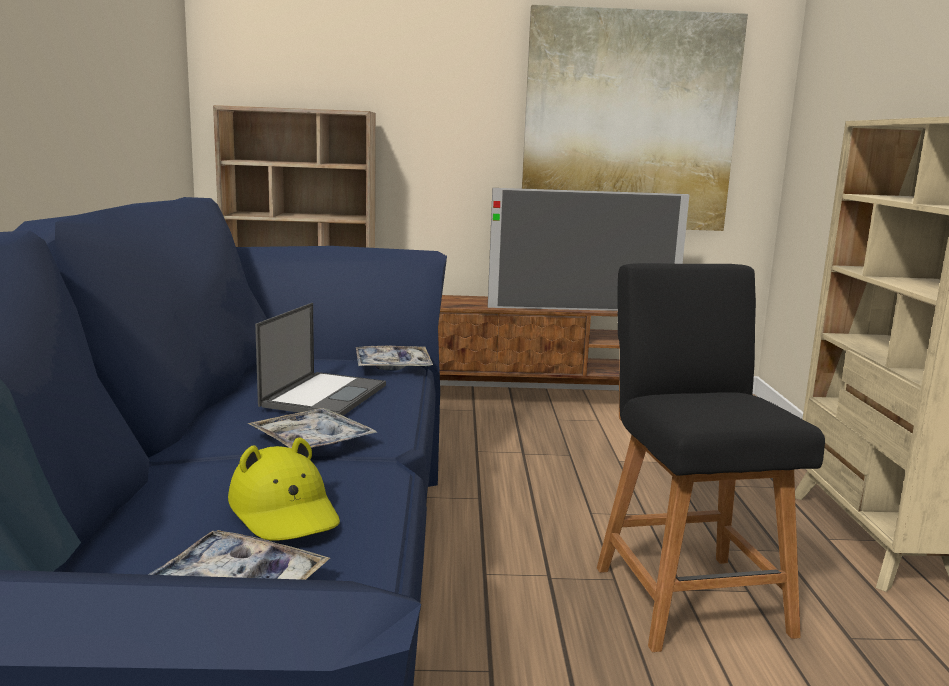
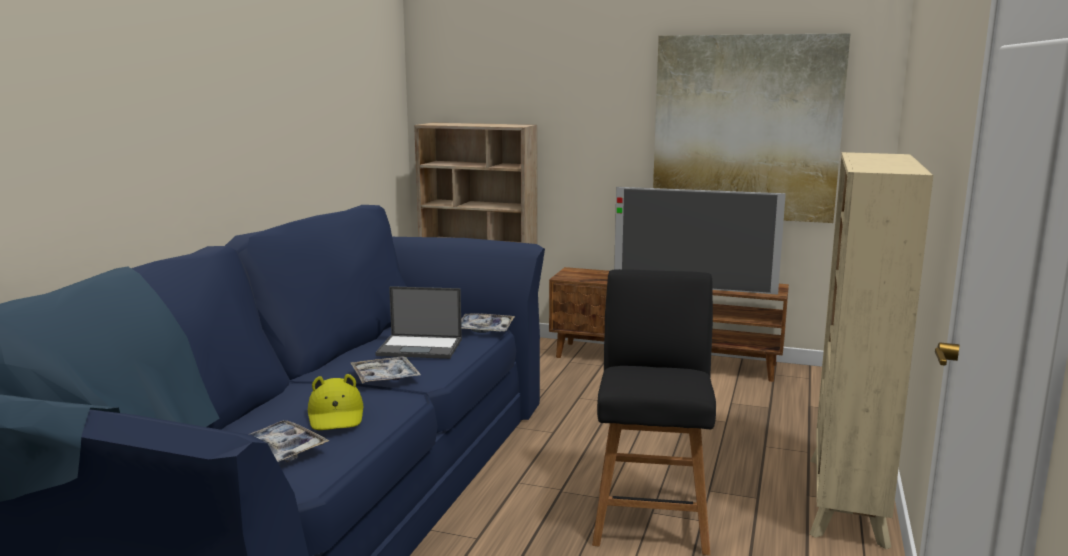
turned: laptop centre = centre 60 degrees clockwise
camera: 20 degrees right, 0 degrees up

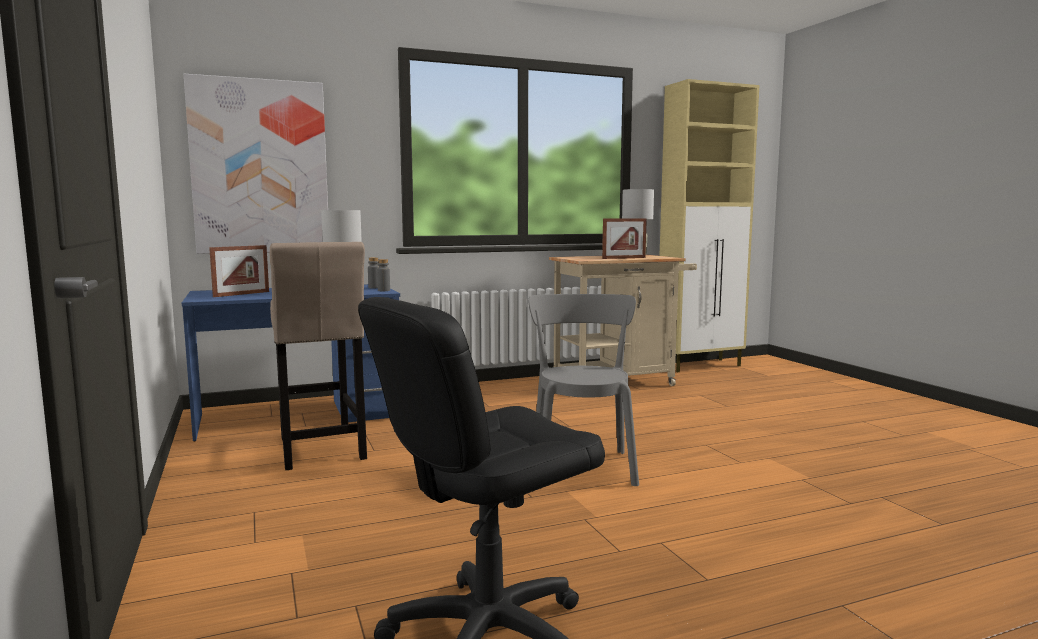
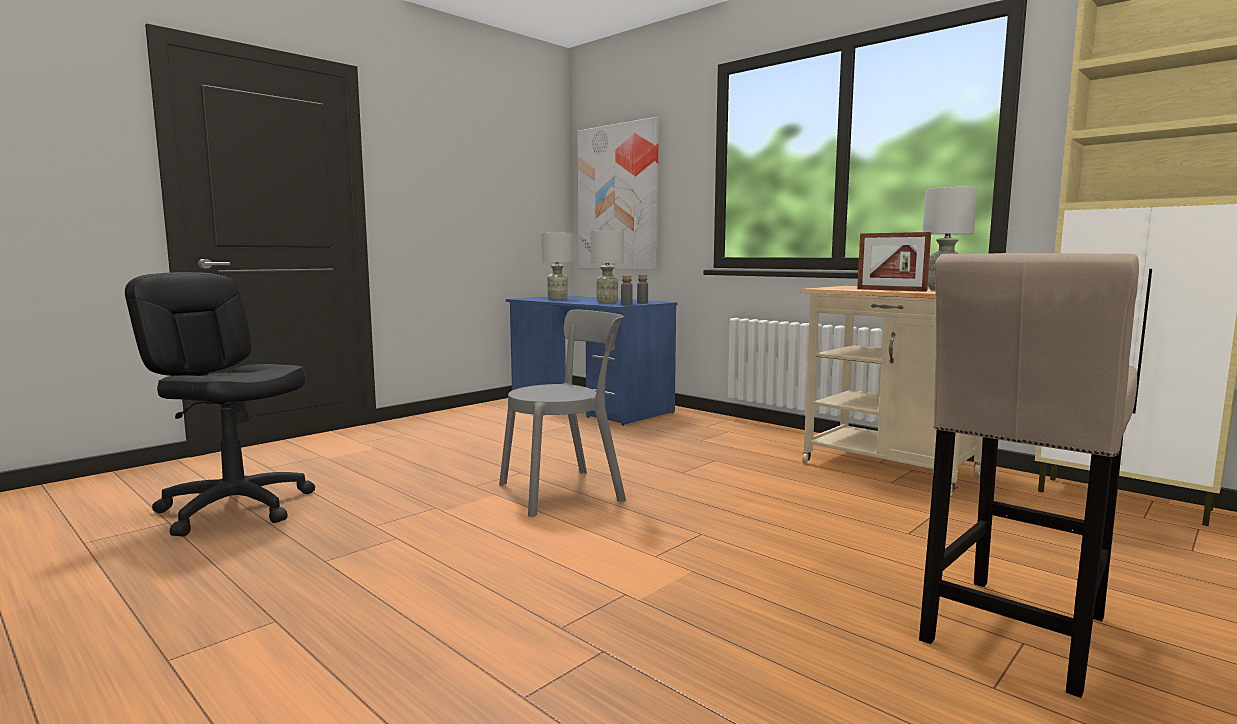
moved: beige sitting stool middle left to middle right
replaced: standing frame (1st from left) middle left to greyish tabletop lamp (1st from left) centre
camera: 65 degrees right, 0 degrees up

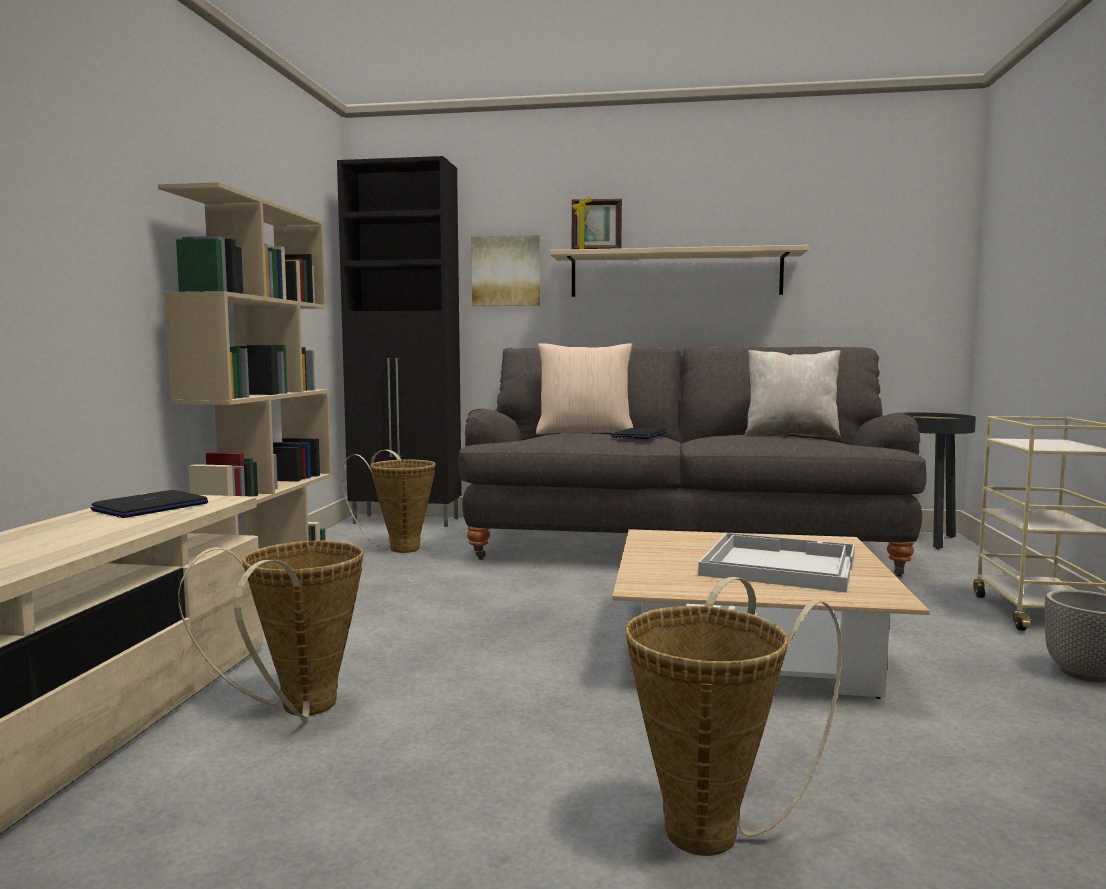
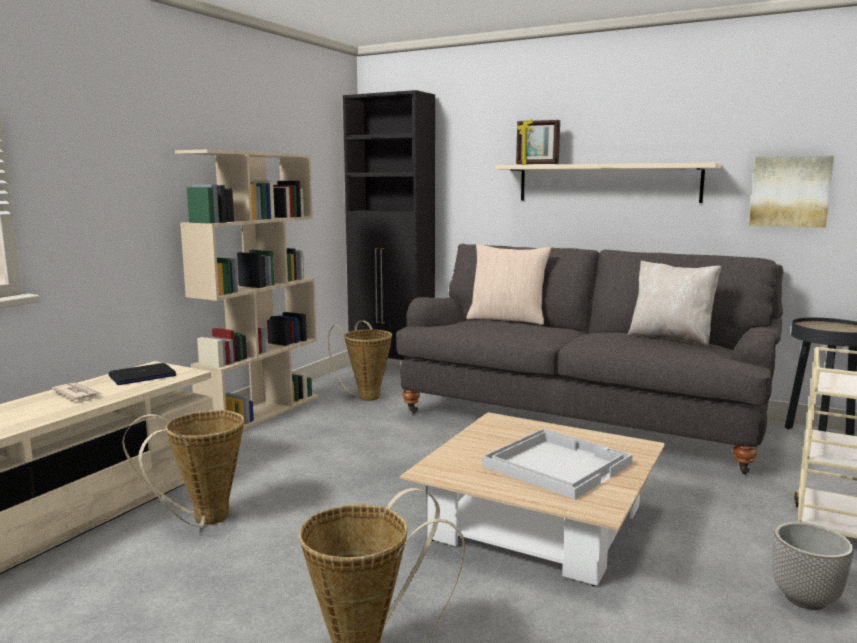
removed: laptop (2nd from left) centre
added: printed paper middle left
moved: picture top centre to top right
camera: 20 degrees right, 5 degrees up

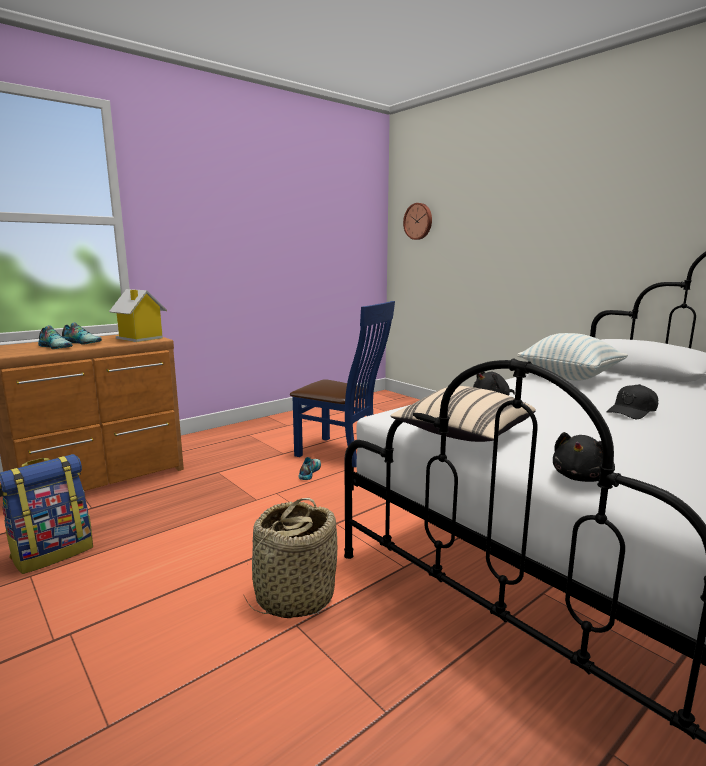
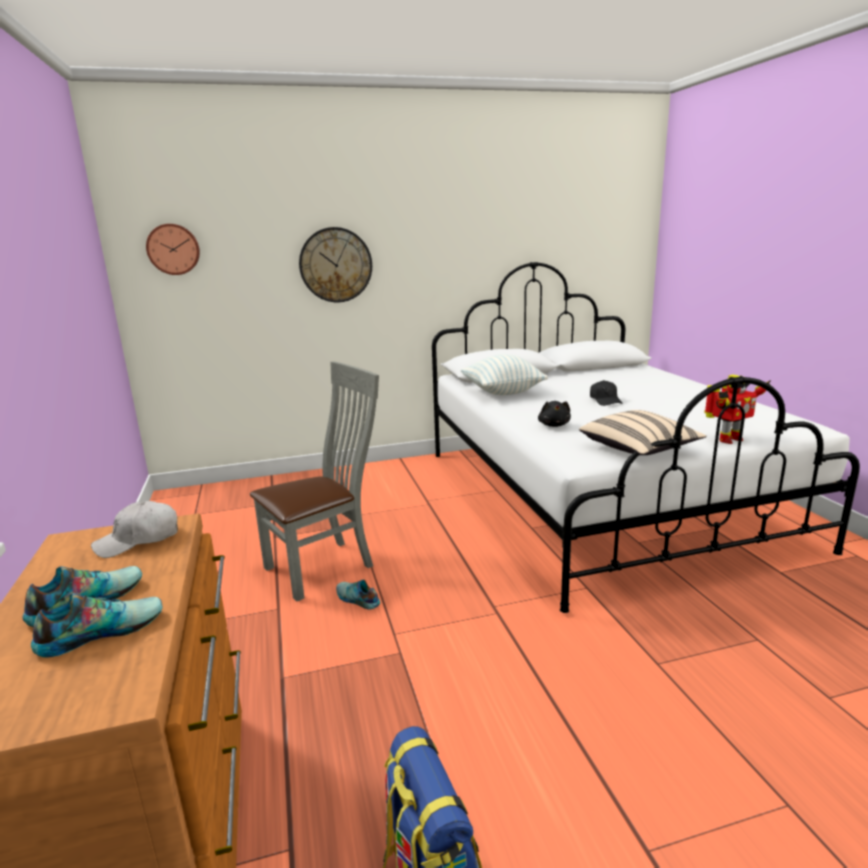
removed: household basket bottom centre
added: clock on the wall (2nd from left) top centre
replaced: model house middle left to whitish cap middle left; blackish cuddly toy (2nd from left) middle right to model robot middle right
recoloured: bluish chair centre to greyish chair centre
camera: 65 degrees left, 5 degrees up

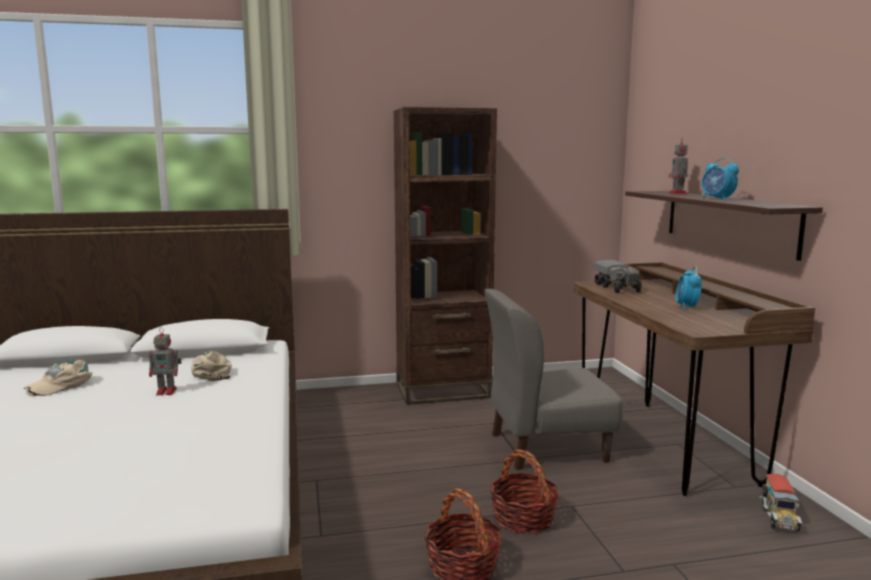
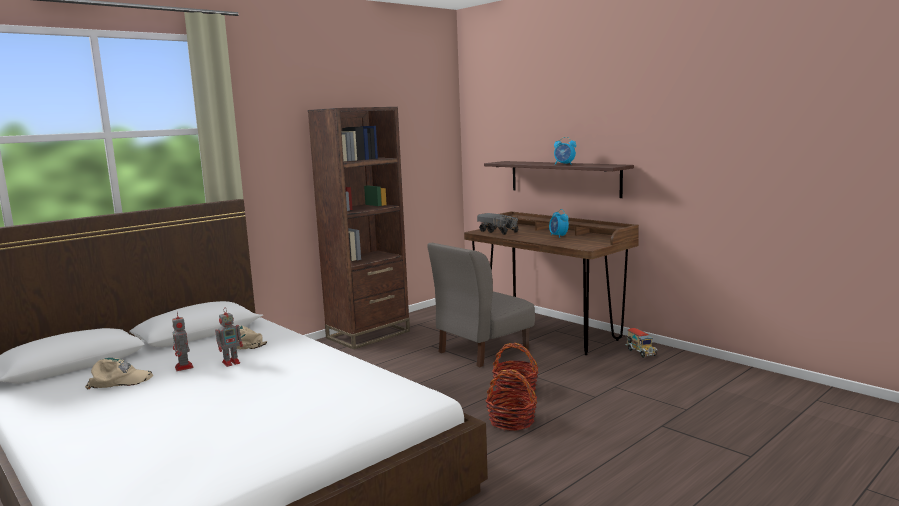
moved: model robot (2nd from left in the first image) top right to model robot (1st from left) bottom left
turned: beige cap (1st from left) middle left = bottom left 105 degrees counterclockwise
camera: 30 degrees left, 0 degrees up

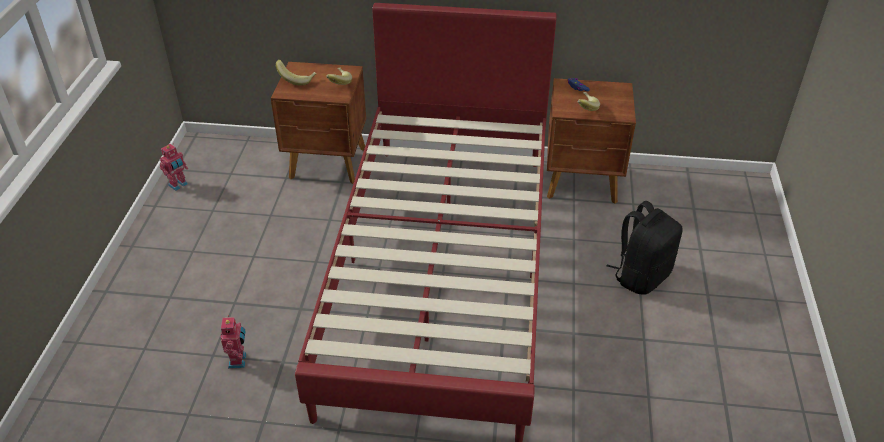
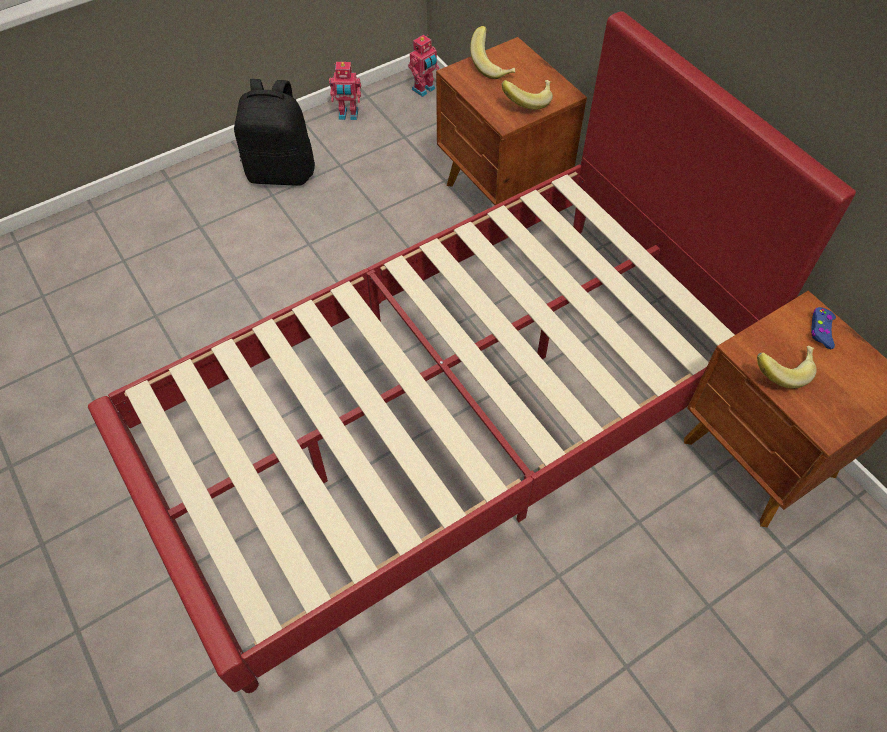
moved: blackish backpack middle right to top left; model robot (2nd from left) bottom left to top centre
camera: 50 degrees right, 15 degrees up

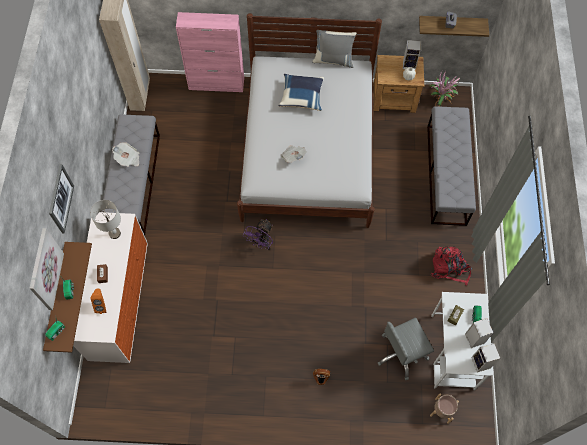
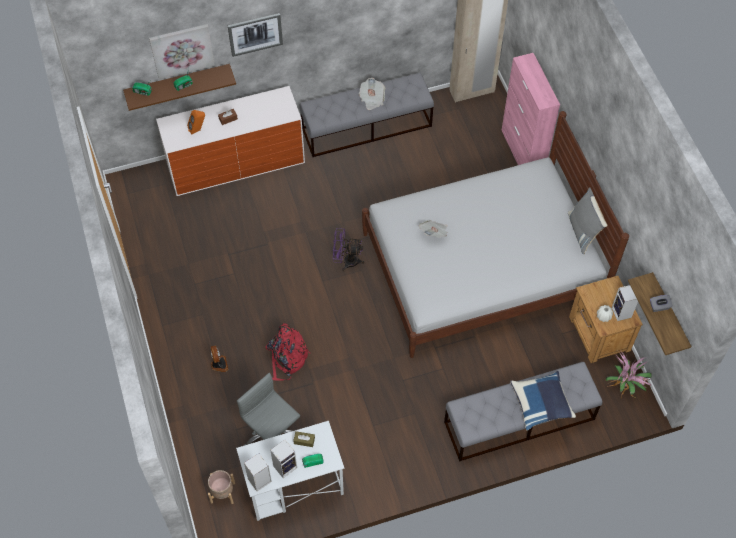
removed: greyish tabletop lamp middle left
moved: red backpack middle right to centre; bluish cushion top centre to bottom right
camera: 70 degrees right, 5 degrees down

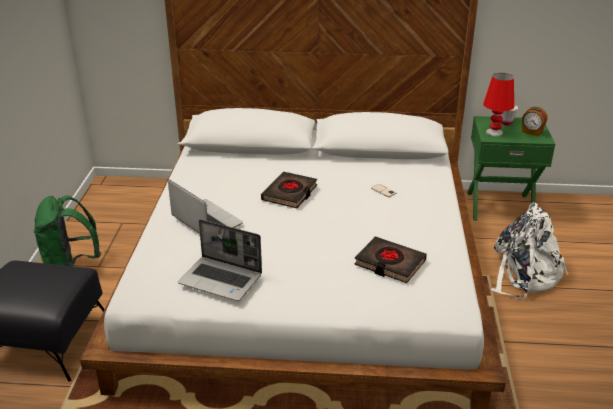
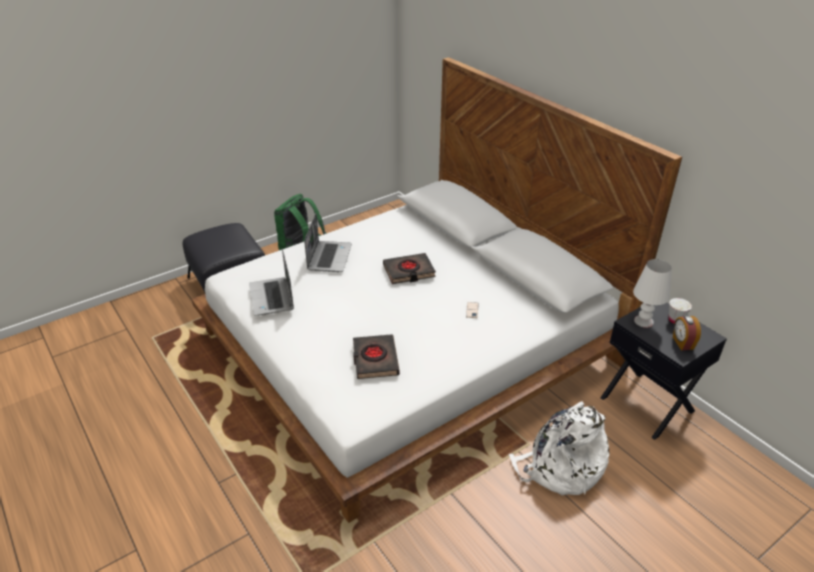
recoloured: greenish night table middle right to blackish night table middle right; red tabletop lamp top right to whitish tabletop lamp middle right
camera: 50 degrees right, 5 degrees up

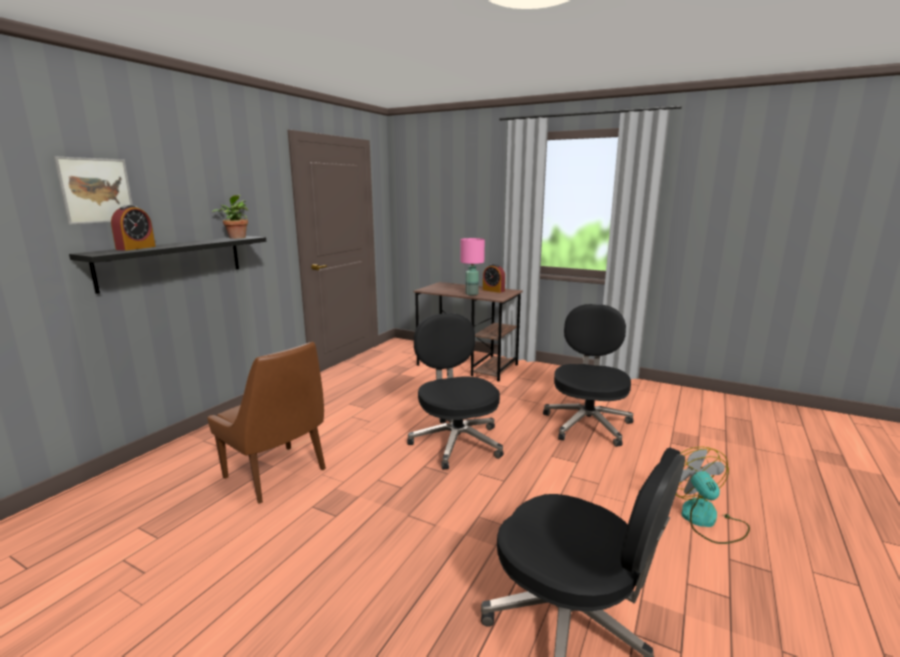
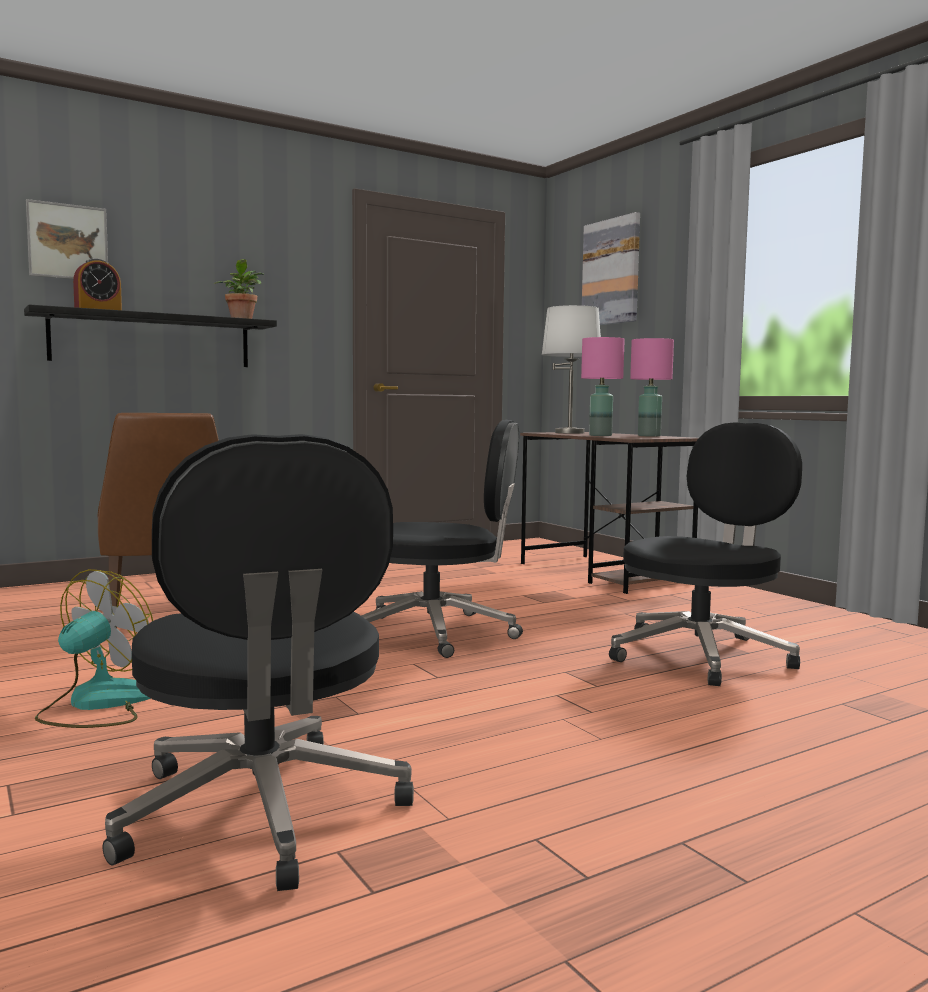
added: whitish tabletop lamp centre; picture (2nd from left) top centre
moved: electric fan bottom right to middle left
replaced: table clock (2nd from left) centre to pink tabletop lamp (2nd from left) middle right
turned: blackish computer chair (1st from left in the first image) centre = centre 90 degrees clockwise
camera: 30 degrees right, 10 degrees down

